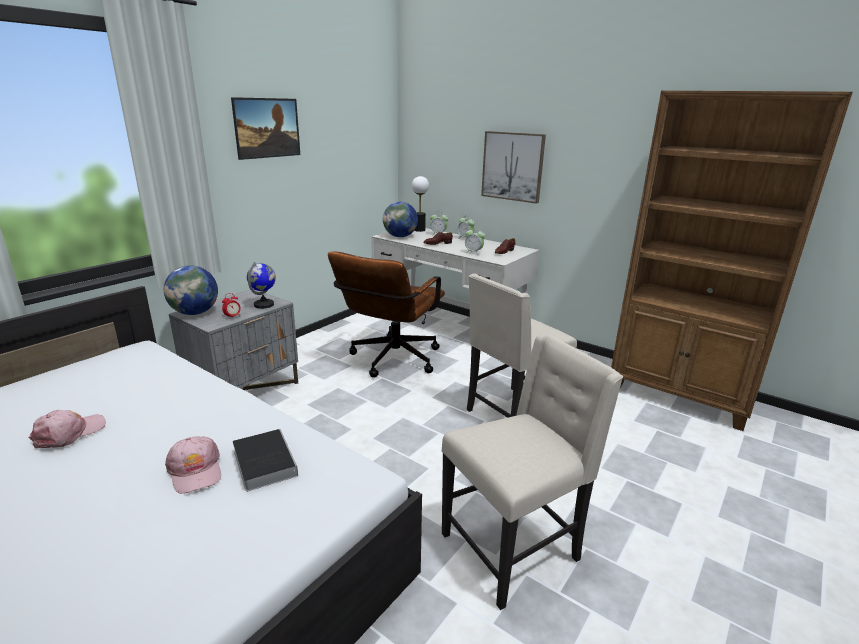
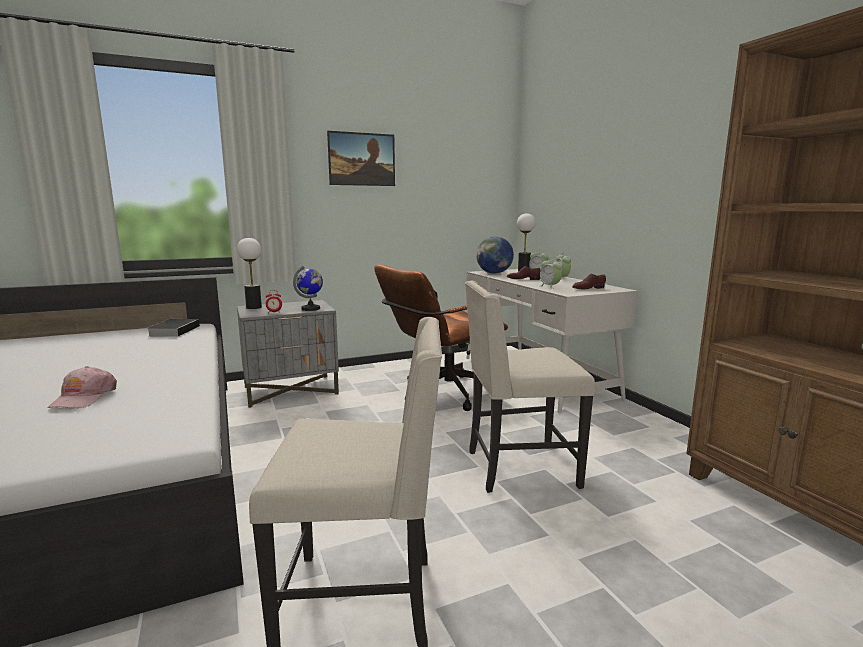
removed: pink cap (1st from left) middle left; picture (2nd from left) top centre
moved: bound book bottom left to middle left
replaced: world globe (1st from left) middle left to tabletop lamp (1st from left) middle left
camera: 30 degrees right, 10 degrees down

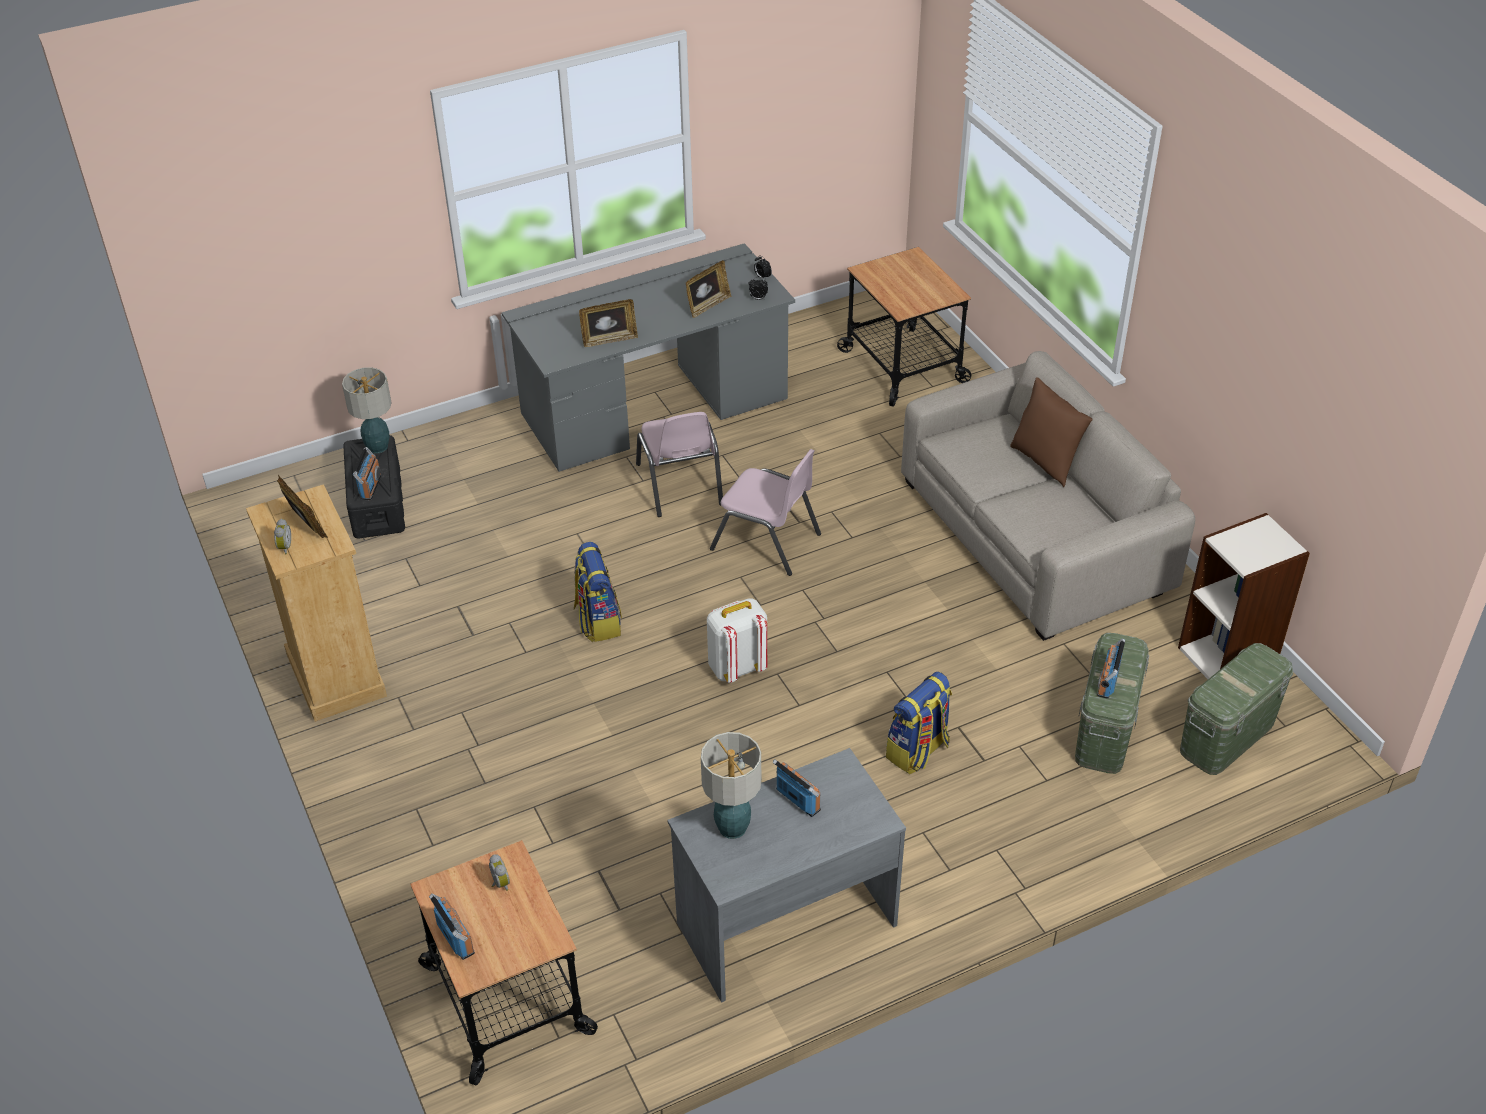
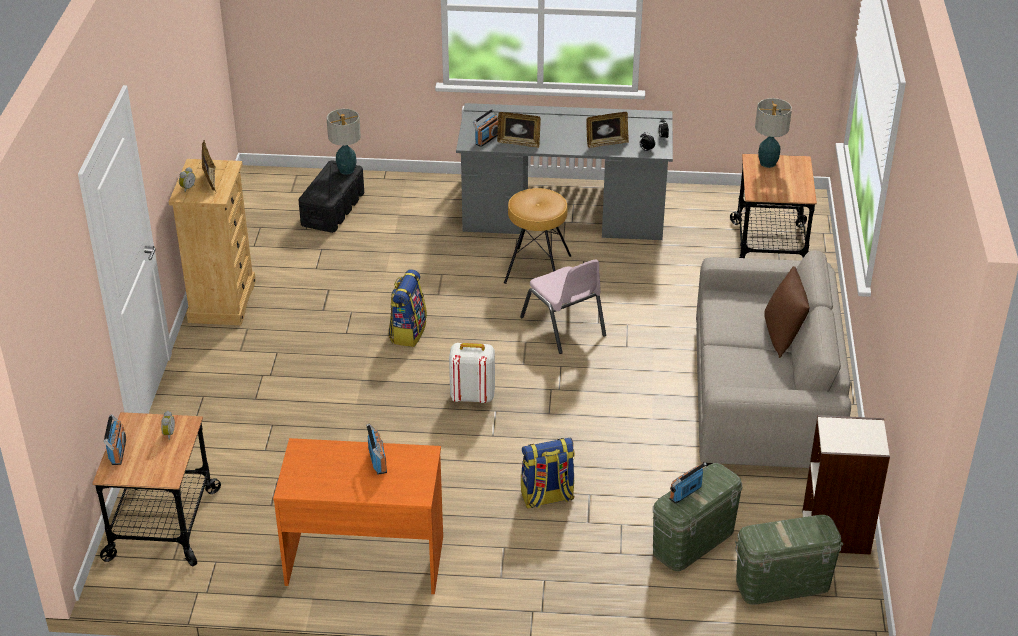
moved: radio receiver (1st from left in the first image) middle left to radio receiver (3rd from left) top centre; tabletop lamp (2nd from left) bottom centre to top right
replaced: pink chair (1st from left) centre to brown sitting stool centre
recoloured: greyish desk (2nd from left) bottom centre to orangey desk bottom centre
camera: 30 degrees right, 5 degrees down

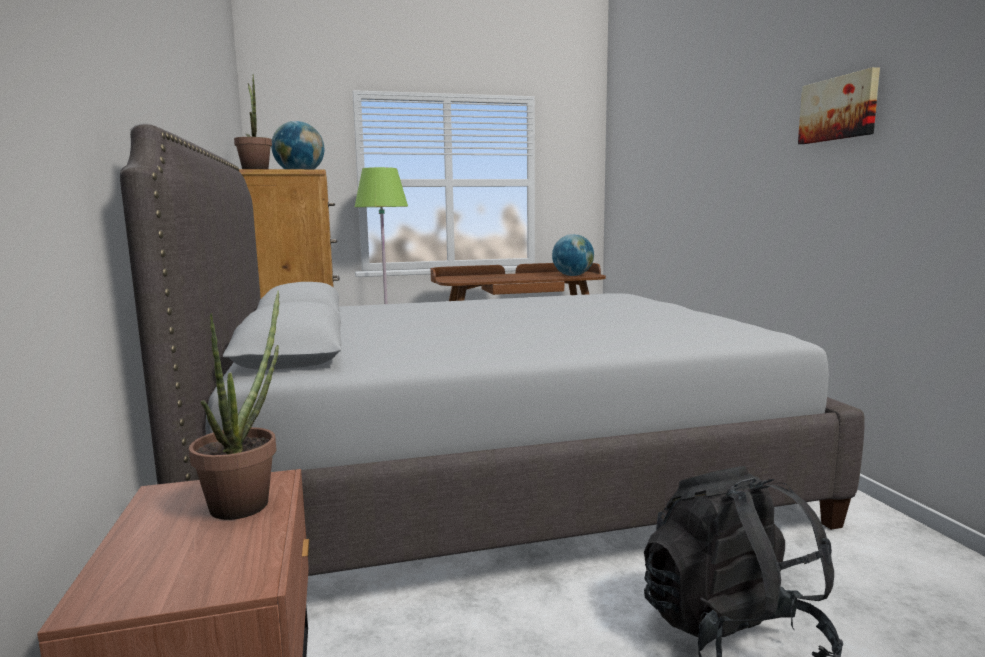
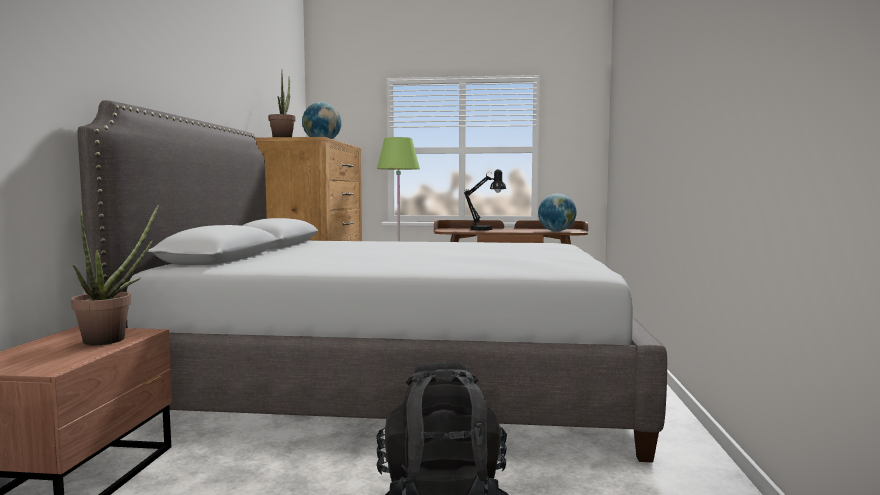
removed: picture top right
added: blackish tabletop lamp centre
camera: 20 degrees right, 5 degrees down

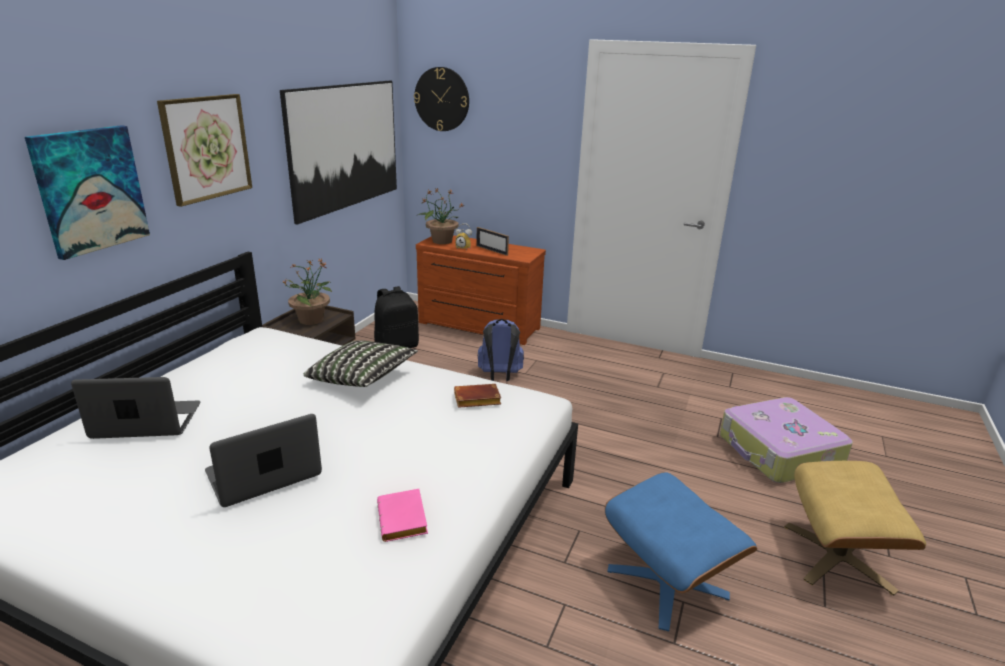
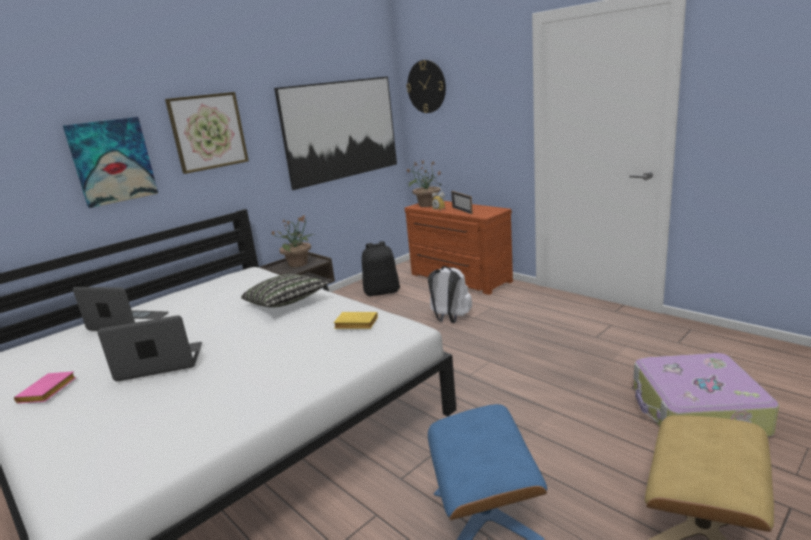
moved: pink bound book bottom centre to bottom left
recoloured: brown bound book centre to yellow-coloured bound book centre; bluish backpack centre to whitish backpack centre
camera: 25 degrees right, 5 degrees down

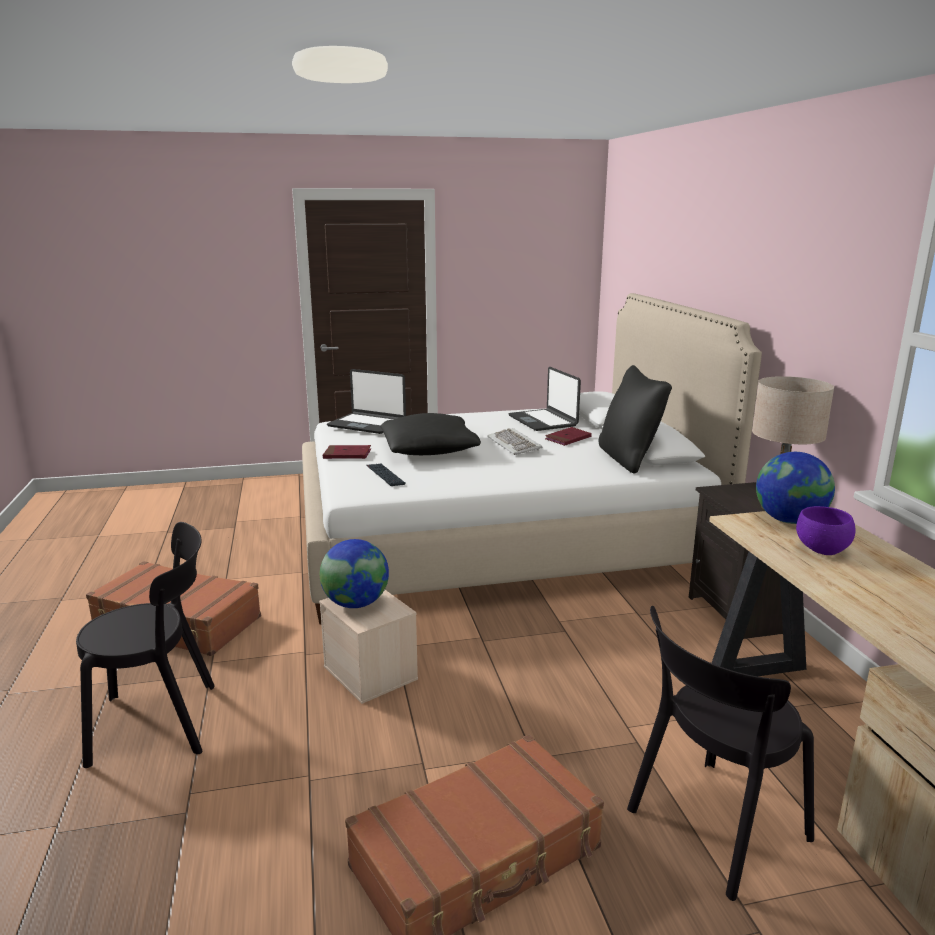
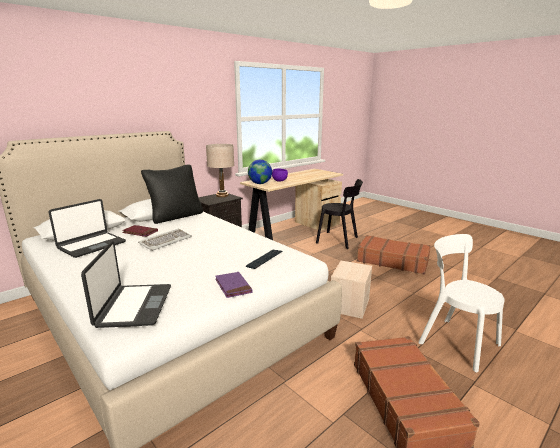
removed: world globe (1st from left) centre; blackish cushion (1st from left) centre
recoloured: red bound book (1st from left) centre to purplish bound book centre; blackish chair (1st from left) bottom left to whitish chair bottom right
camera: 120 degrees left, 0 degrees up

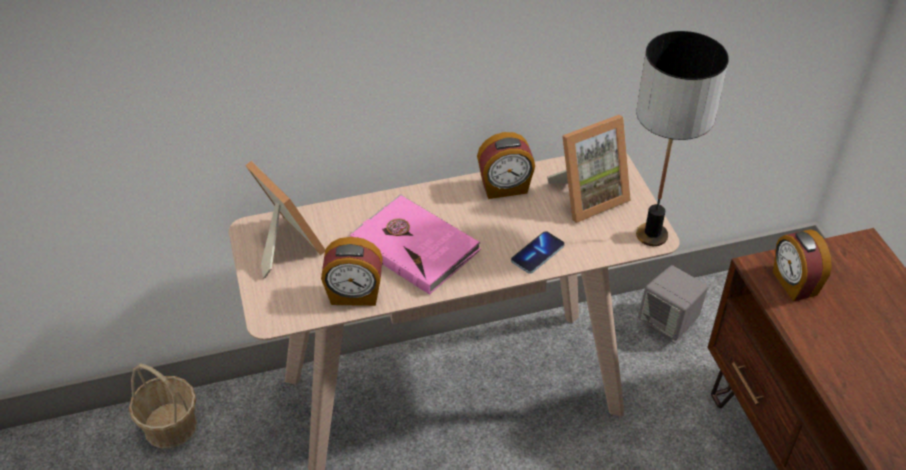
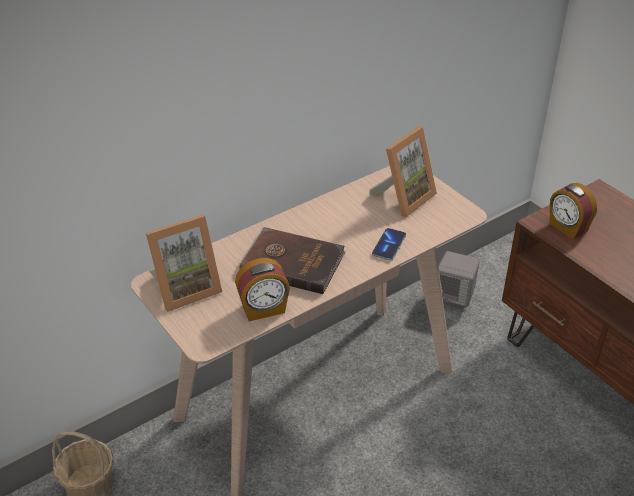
removed: table clock (2nd from left) centre; tabletop lamp top right
recoloured: pink bound book centre to brown bound book centre
turned: standing frame (1st from left) middle left = middle left 120 degrees clockwise
camera: 20 degrees left, 5 degrees down

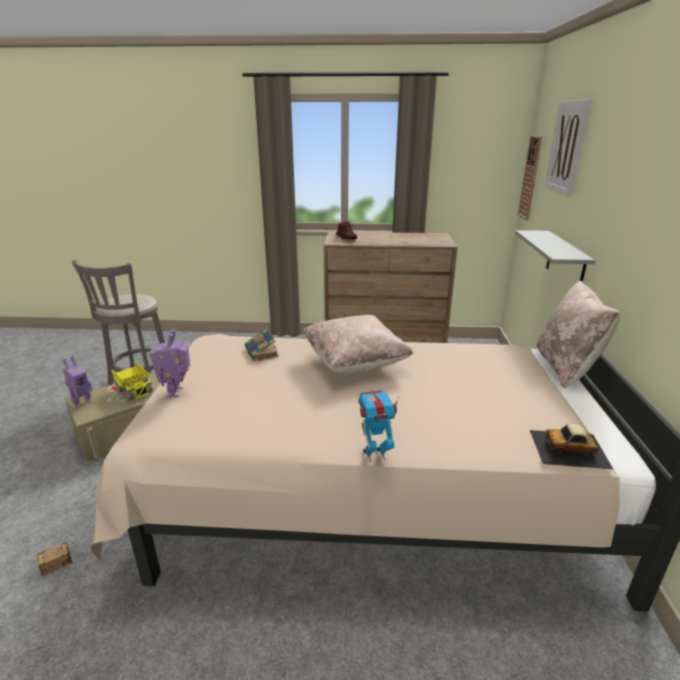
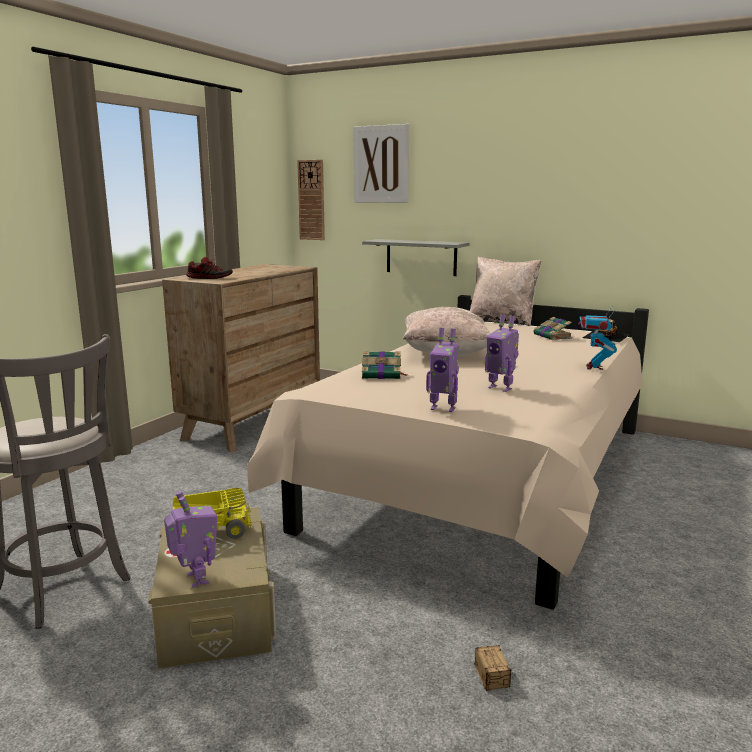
added: model robot (3rd from left) middle right; bound book (2nd from left) middle right
camera: 65 degrees left, 10 degrees down

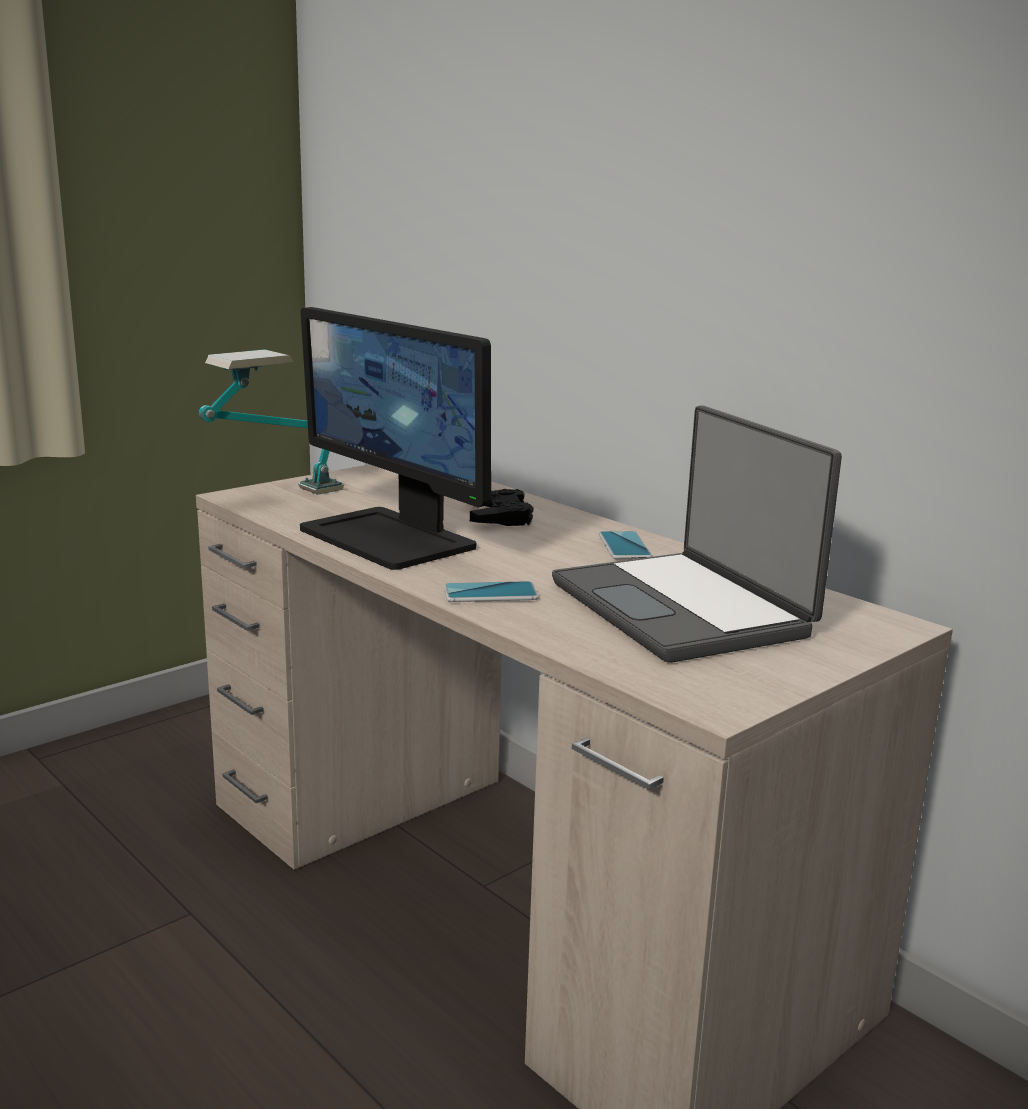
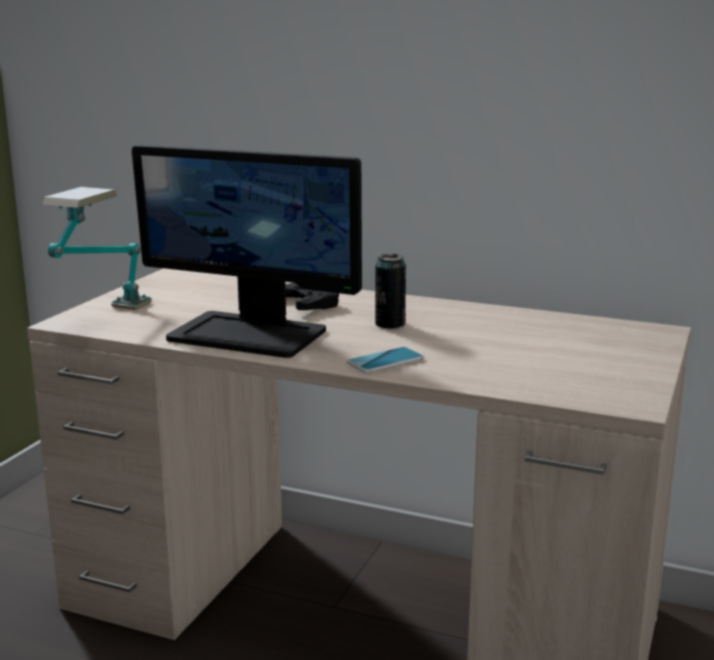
removed: laptop middle right; telephone (2nd from left) centre
added: sealed can centre
camera: 25 degrees left, 0 degrees up

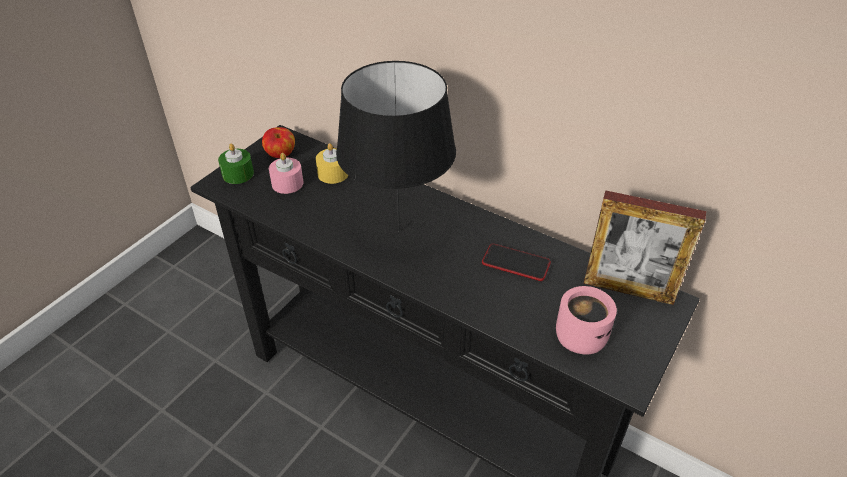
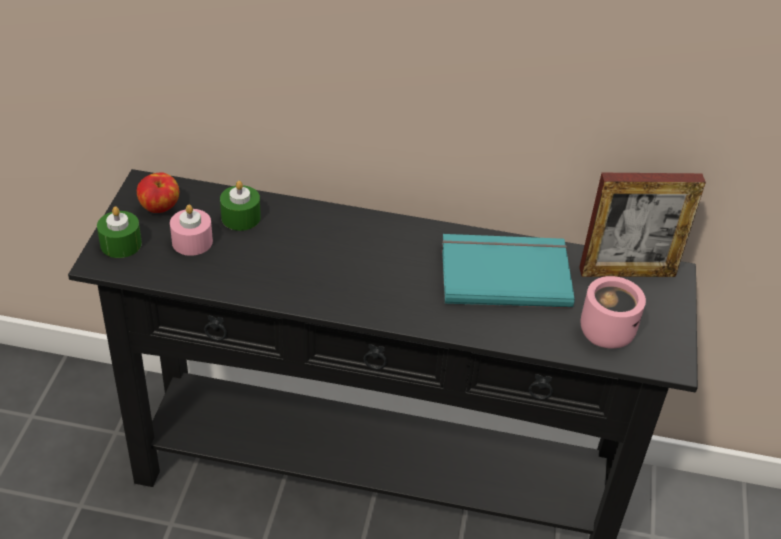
removed: blackish tabletop lamp top centre
replaced: telephone centre to turquoise bound book centre
recoloured: yellow-coloured candle centre to greenish candle (2nd from left) middle left
camera: 25 degrees left, 0 degrees up

